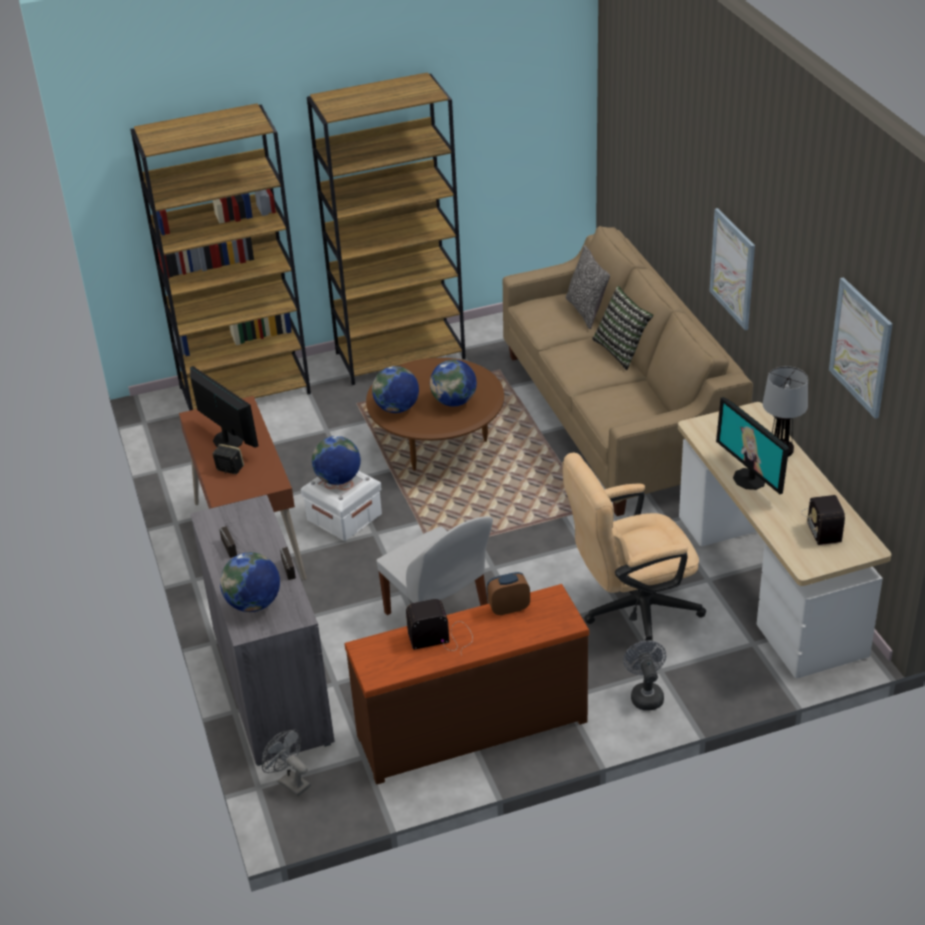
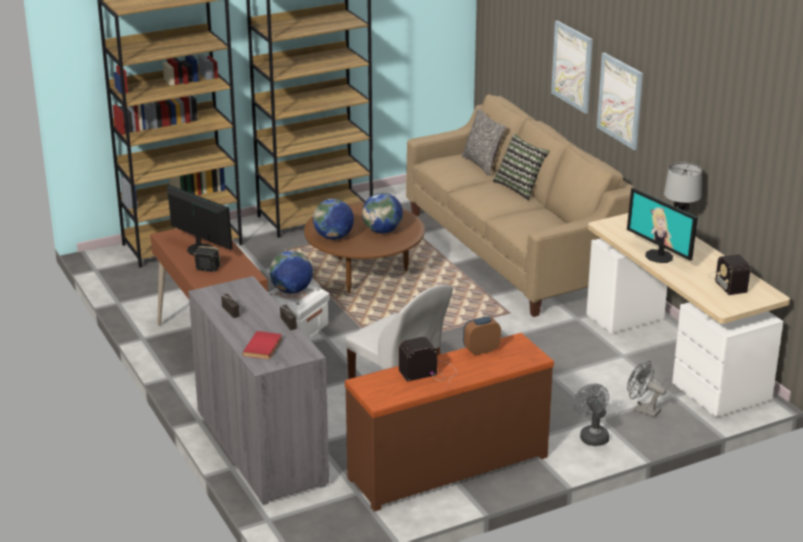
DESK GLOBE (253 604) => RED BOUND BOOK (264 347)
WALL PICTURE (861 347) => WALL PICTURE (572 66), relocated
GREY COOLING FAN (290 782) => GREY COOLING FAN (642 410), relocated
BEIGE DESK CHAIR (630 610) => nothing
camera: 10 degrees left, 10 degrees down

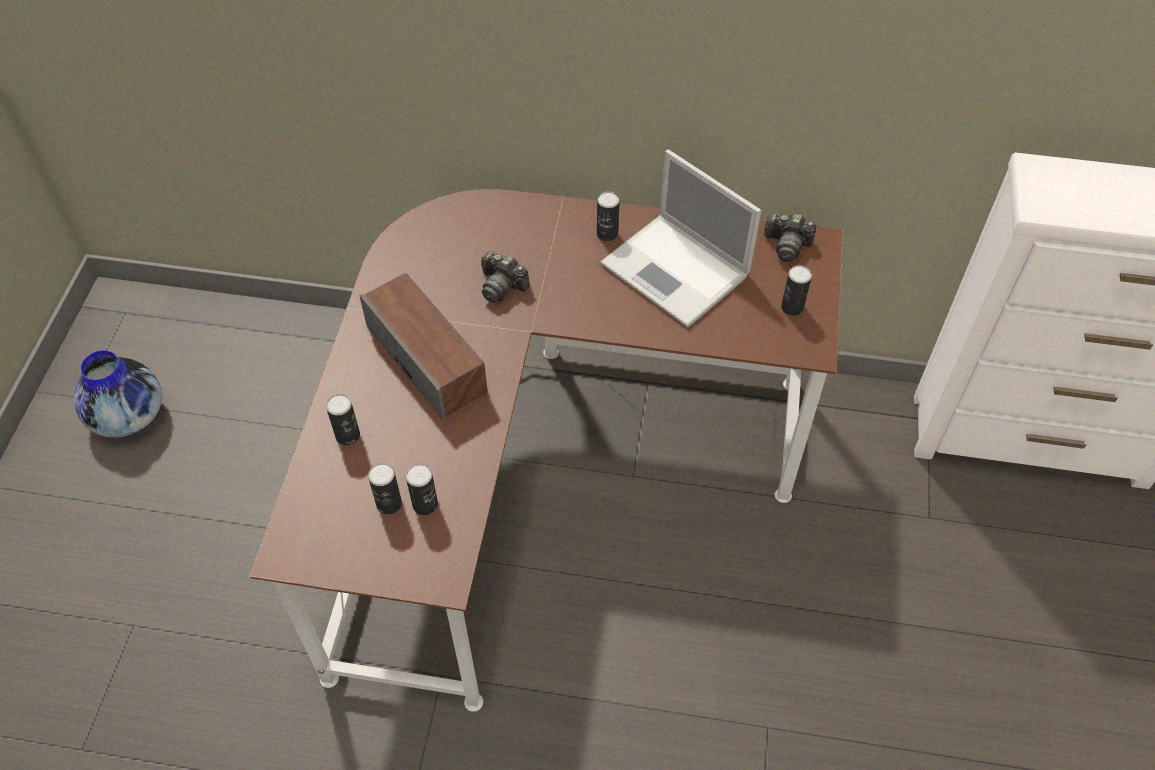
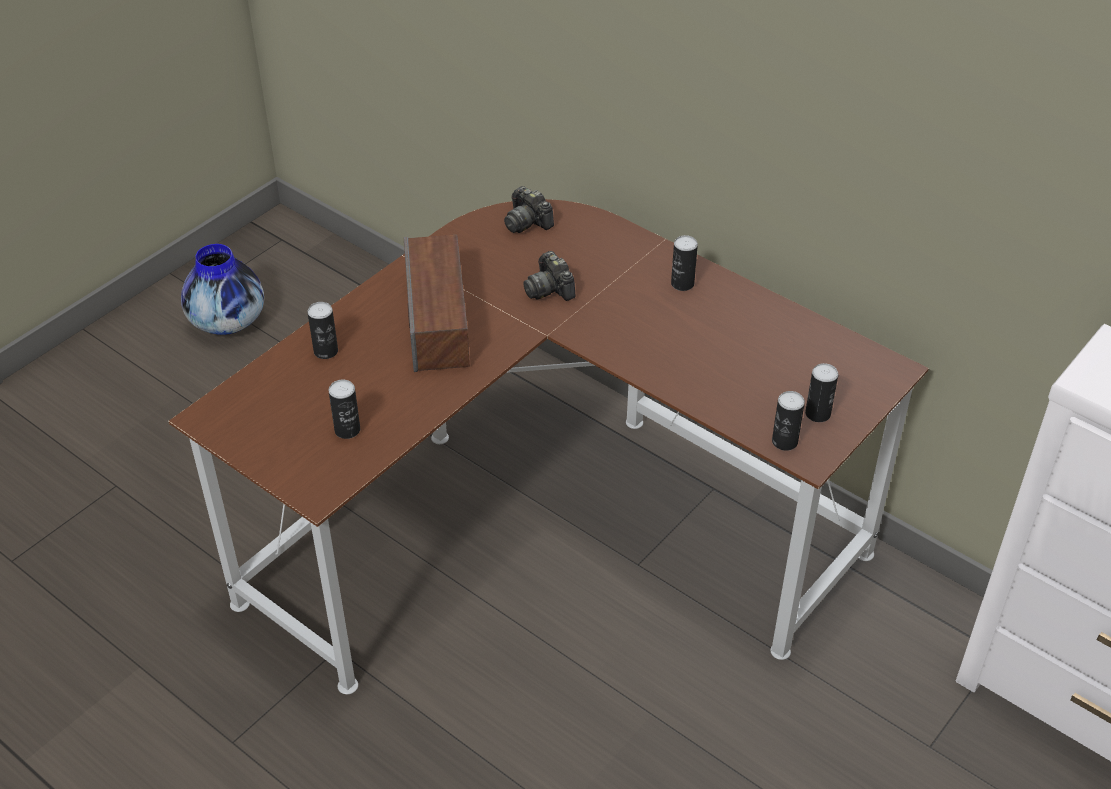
STILL CAMERA (787 245) => STILL CAMERA (527 222), relocated
SEALED CAN (389 503) => SEALED CAN (784 441), relocated
PORTABLE COMPUTER (677 271) => nothing
camera: 30 degrees right, 10 degrees down

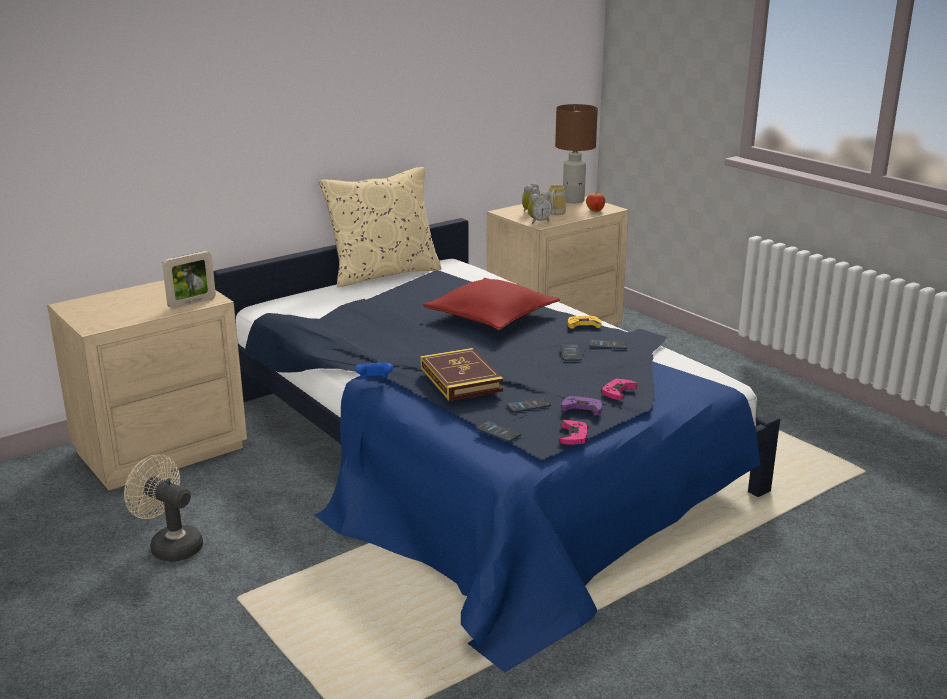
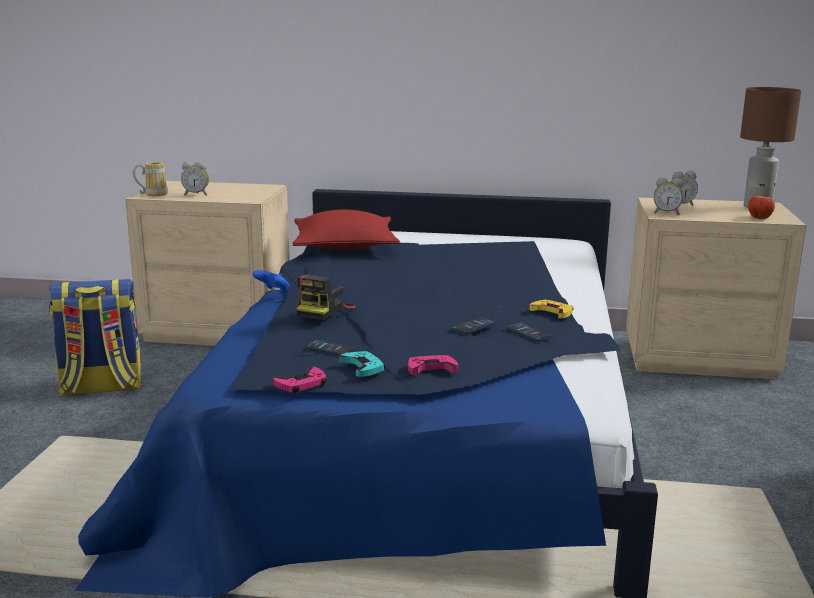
BEIGE COOLING FAN (170 546) => BACKPACK (101 387)
MUG (554 213) => MUG (153 194), relocated
nothing => TABLE CLOCK (196 194)
RED CUSHION (491 317) => RED CUSHION (344 246), relocated
BOUND BOOK (461 379) => STILL CAMERA (324 310)
PURPLISH GAMEPAD (582 408) => TURQUOISE GAMEPAD (363 367)
PICTURE FRAME (192 303) => nothing
BEIGE CUSHION (383 273) => nothing
PHONE (498 432) => nothing
camera: 45 degrees right, 5 degrees down

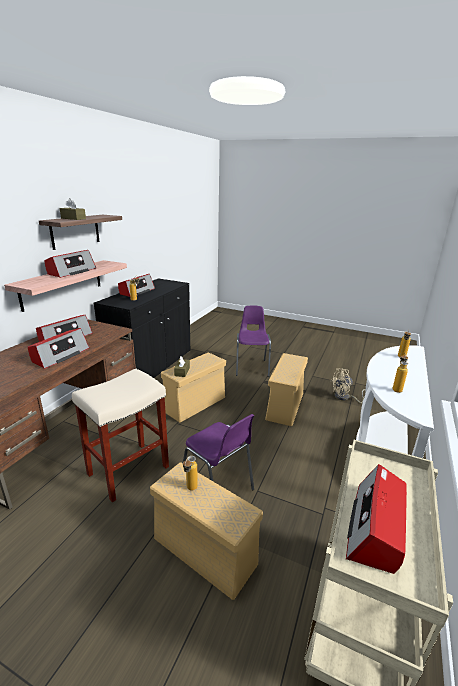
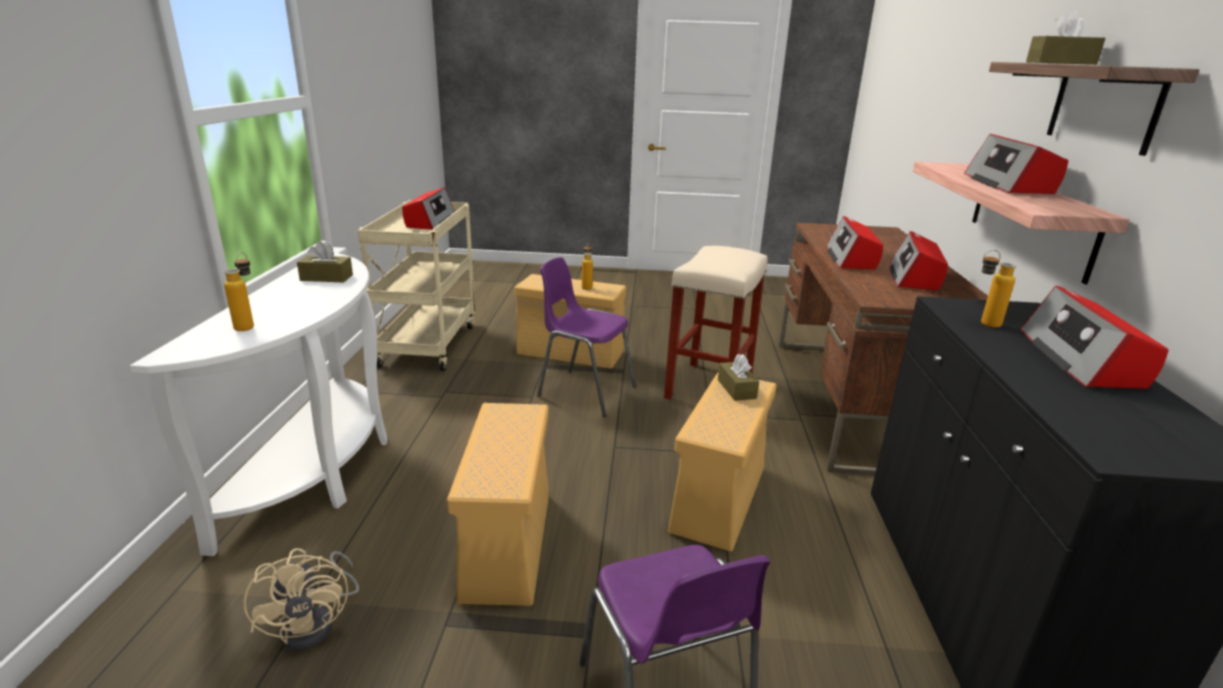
BEIGE COOLING FAN (345 398) => BEIGE COOLING FAN (316 623), 105 degrees clockwise
DRINK BOTTLE (397 388) => BROWNISH TISSUE HOLDER (326 278)
camera: 160 degrees right, 0 degrees up

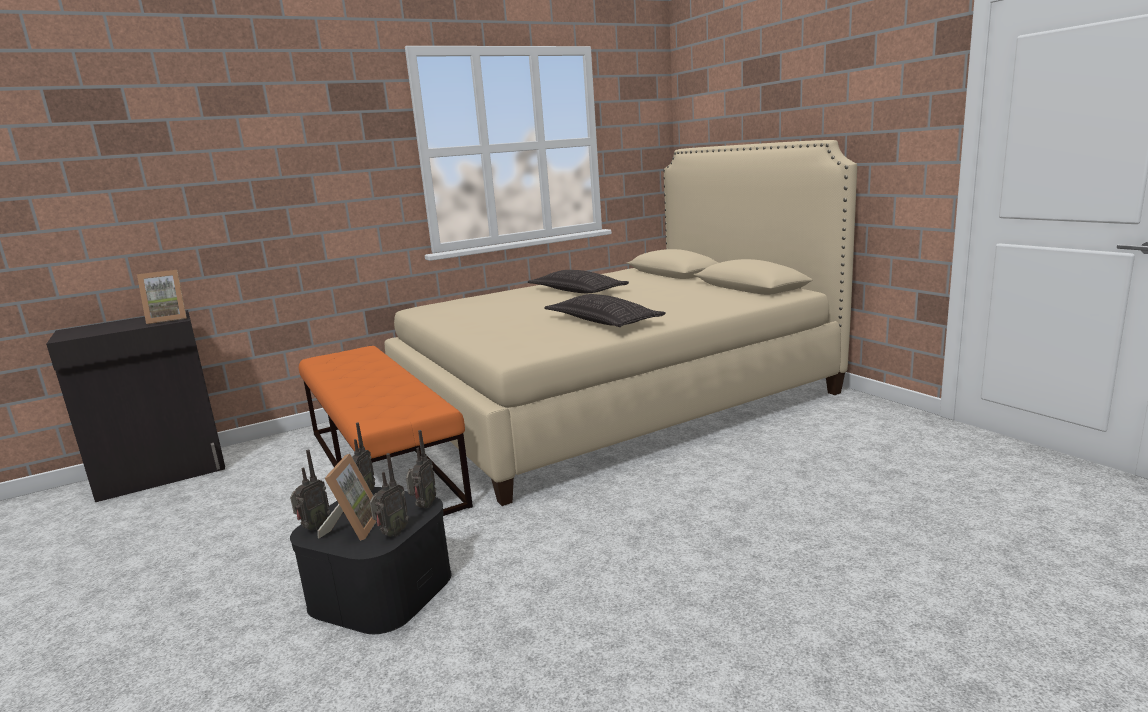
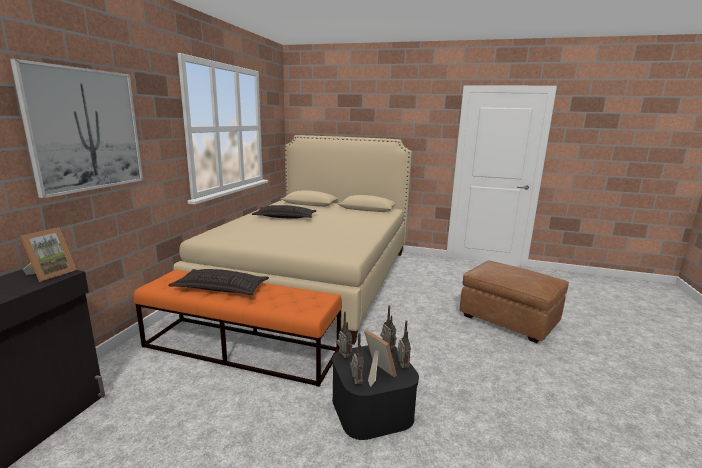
nothing => WALL PICTURE (86 130)
CUSHION (603 321) => CUSHION (221 288), relocated
nothing => BROWNISH FOOTREST (508 319)
camera: 45 degrees left, 0 degrees up

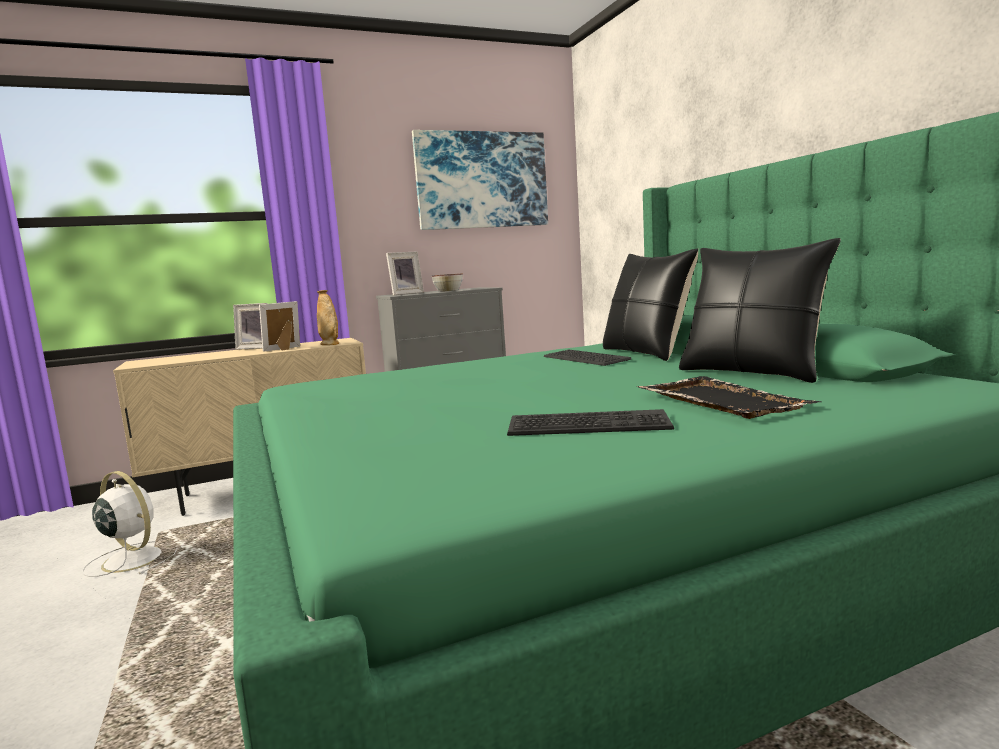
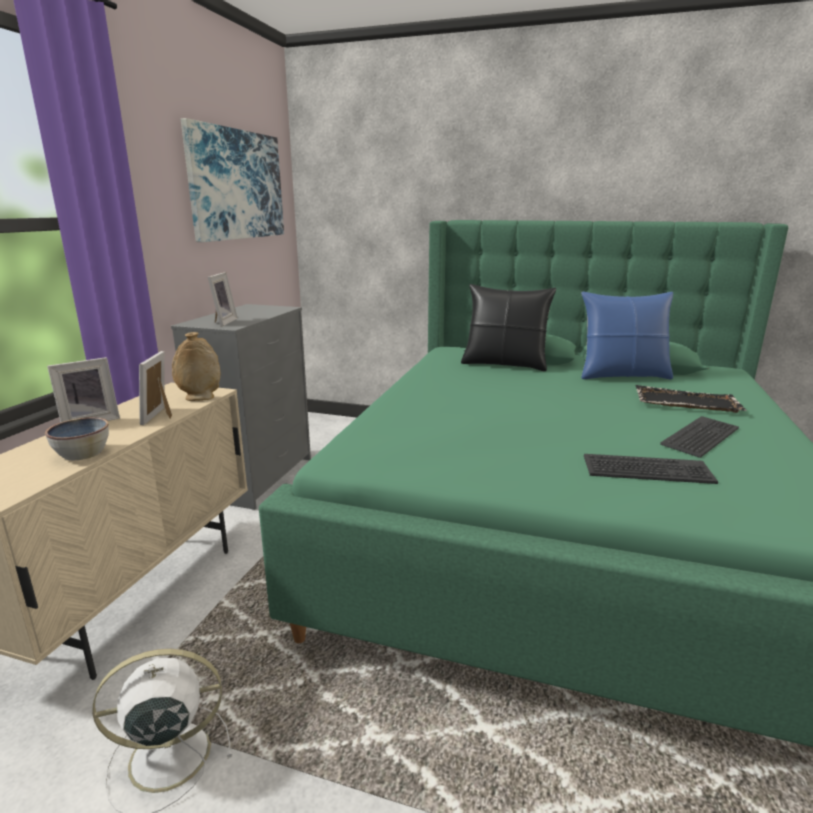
BOWL (448 291) => BOWL (83 453), relocated
BLACK CUSHION (752 372) => BLUISH CUSHION (622 375)
PC KEYBOARD (584 358) => PC KEYBOARD (647 470), relocated
camera: 50 degrees left, 10 degrees up

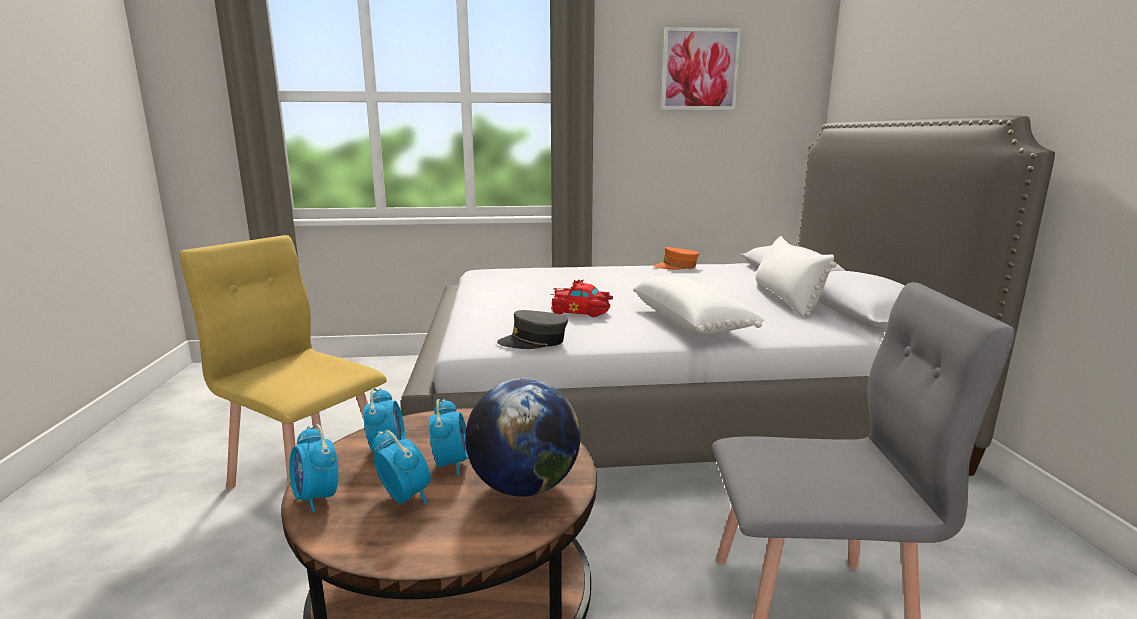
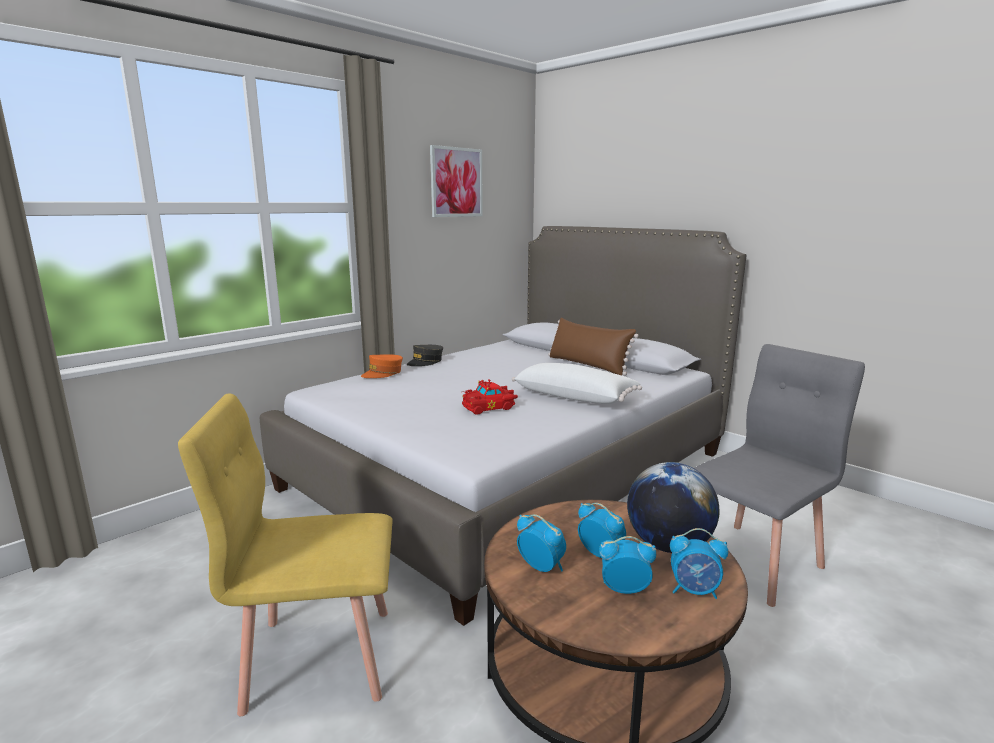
ORANGE-COLOURED PEAKED CAP (676 267) => ORANGE-COLOURED PEAKED CAP (383 373), relocated
GREY PEAKED CAP (534 341) => GREY PEAKED CAP (425 362), relocated
WHITE CUSHION (786 299) => BROWNISH CUSHION (587 365)
TABLE CLOCK (317 498) => TABLE CLOCK (694 591), relocated
camera: 40 degrees left, 0 degrees up

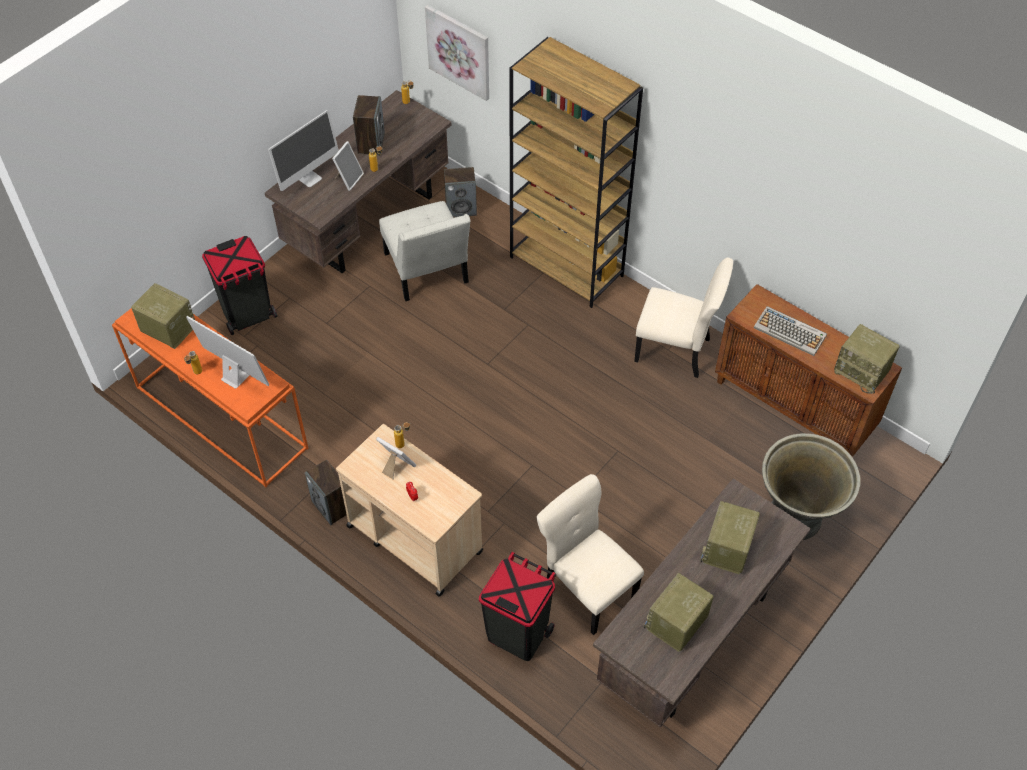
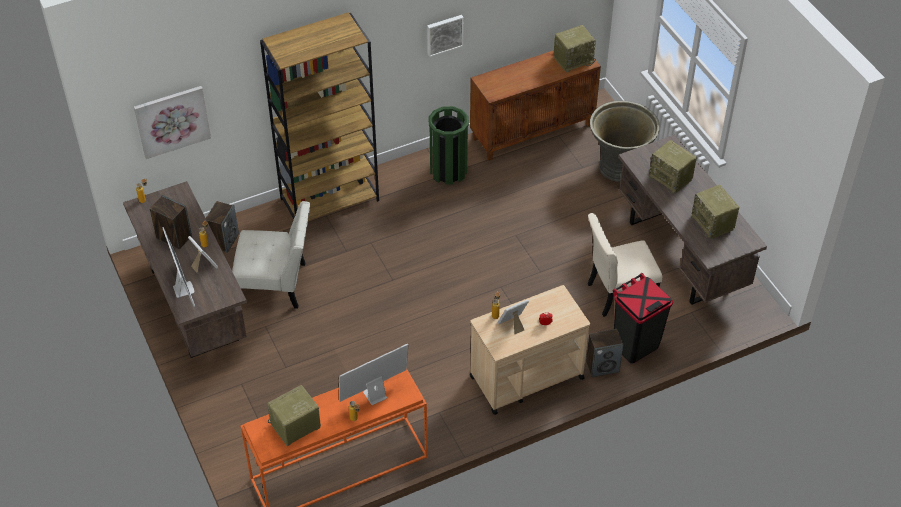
nothing => WALL PICTURE (444 34)
BEIGE PLAIN CHAIR (676 351) => GREEN-COLOURED RUBBISH BIN (448 171)
LOUDSPEAKER (332 507) => LOUDSPEAKER (602 366), relocated
BLACK RUBBISH BIN (248 315) => nothing
PC KEYBOARD (790 332) => nothing
camera: 65 degrees left, 5 degrees down

